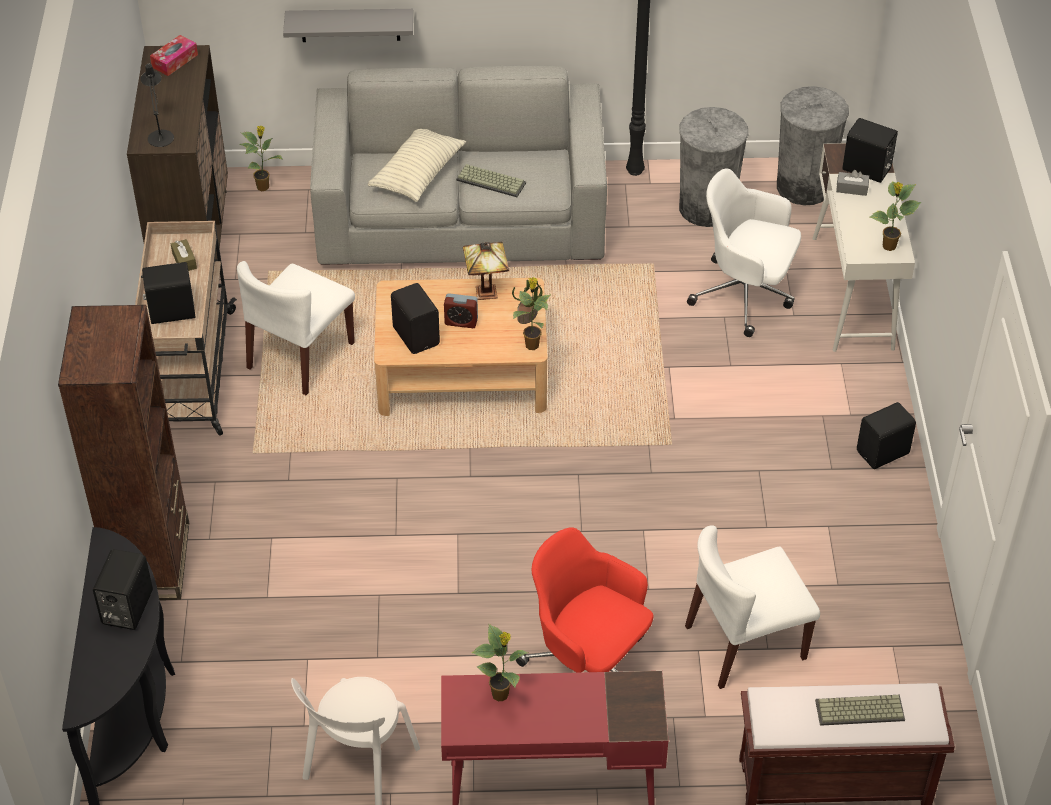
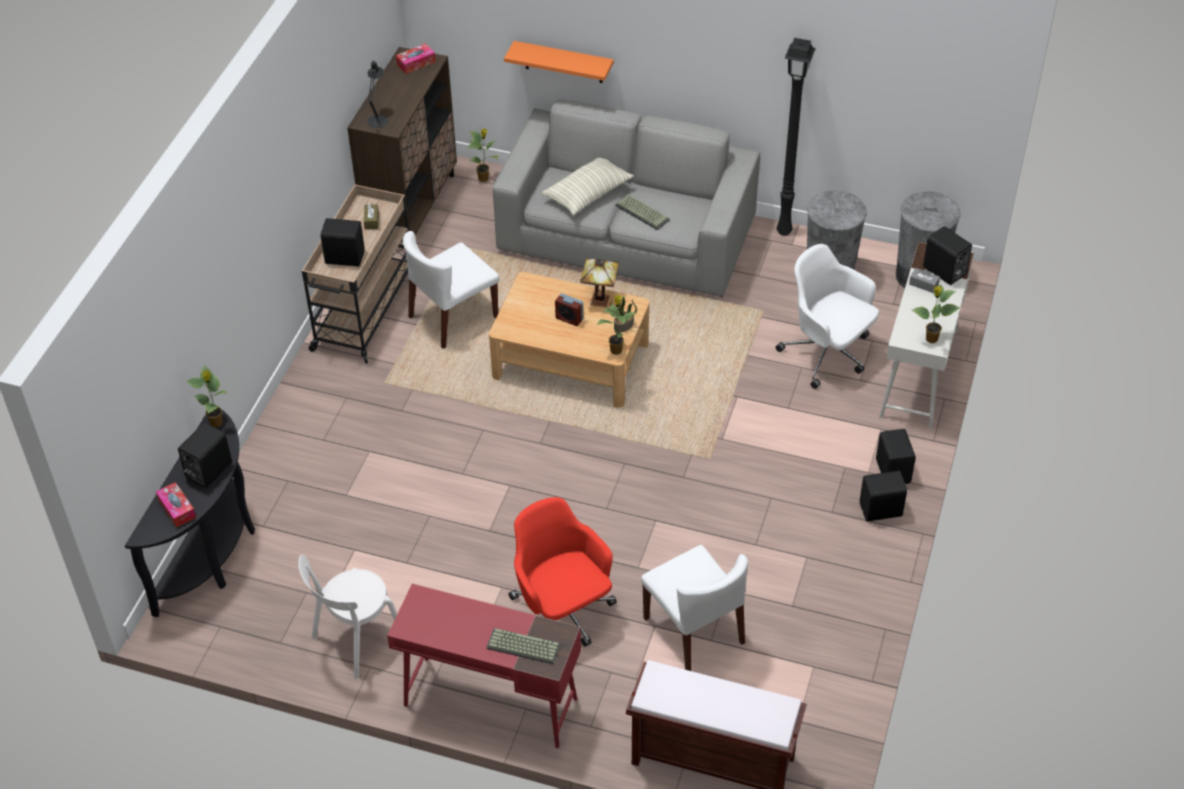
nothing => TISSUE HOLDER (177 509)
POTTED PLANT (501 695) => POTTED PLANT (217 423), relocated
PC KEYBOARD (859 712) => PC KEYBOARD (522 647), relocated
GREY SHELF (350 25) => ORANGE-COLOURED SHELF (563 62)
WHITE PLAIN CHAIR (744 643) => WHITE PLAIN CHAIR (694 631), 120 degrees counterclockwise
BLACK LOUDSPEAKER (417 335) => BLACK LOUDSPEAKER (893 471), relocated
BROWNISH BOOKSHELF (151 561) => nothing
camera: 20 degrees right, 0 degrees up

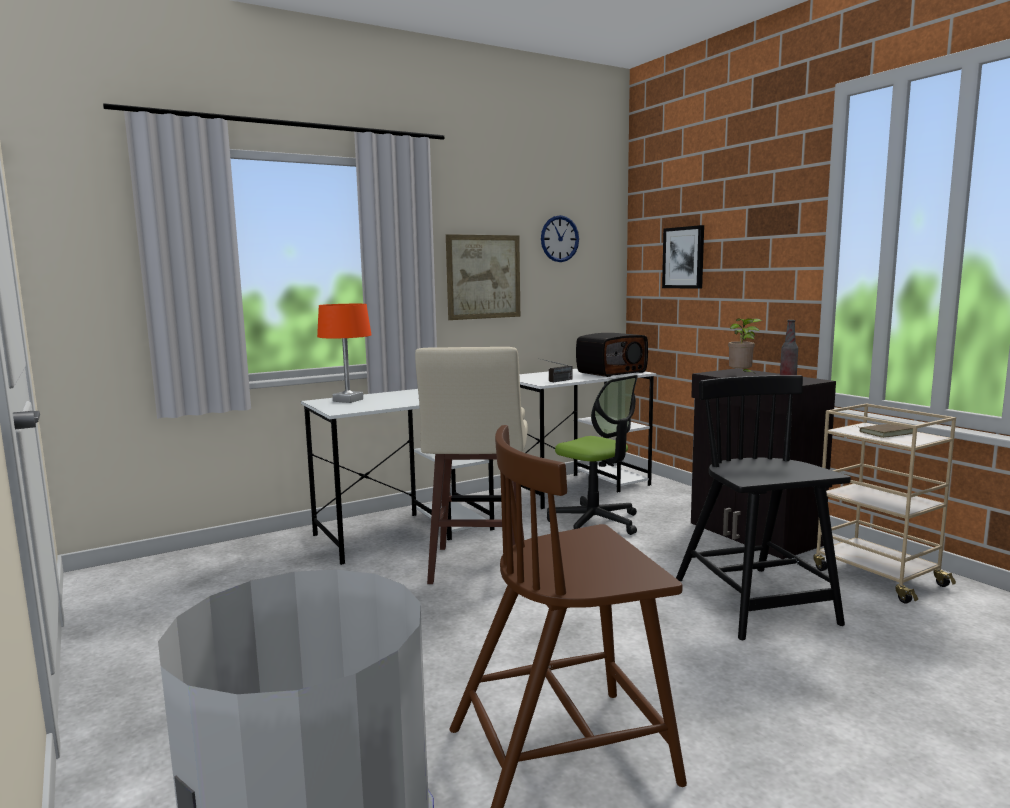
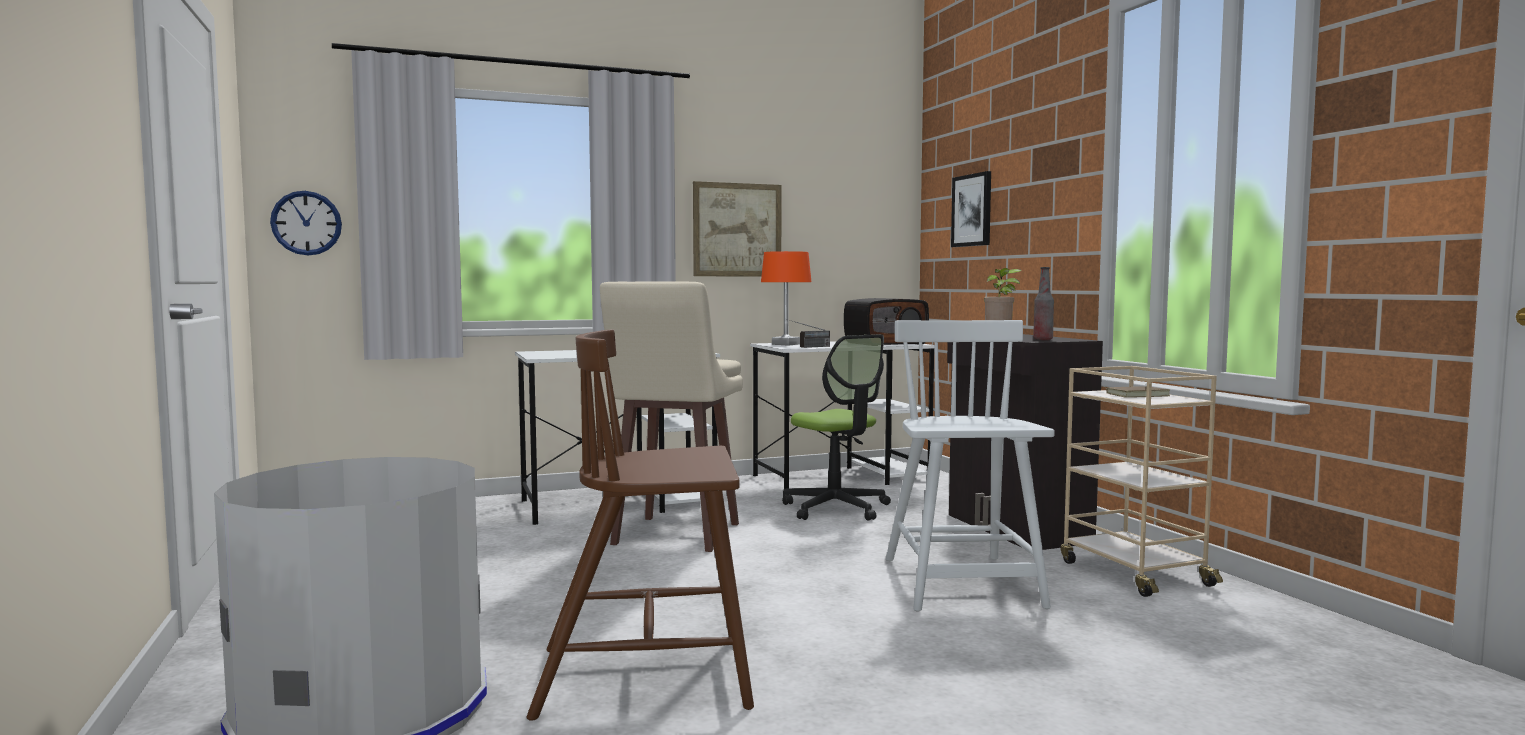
CLOCK ON THE WALL (559 238) => CLOCK ON THE WALL (306 223), relocated
ORANGE-COLOURED TABLE LAMP (347 400) => ORANGE-COLOURED TABLE LAMP (785 344), relocated
BLACK PLAIN CHAIR (755 603) => WHITE PLAIN CHAIR (962 584)
camera: 10 degrees right, 5 degrees down

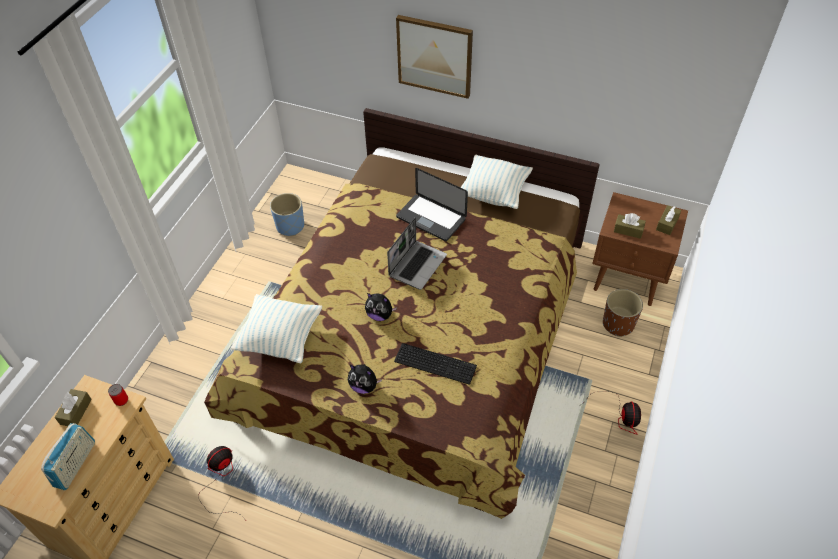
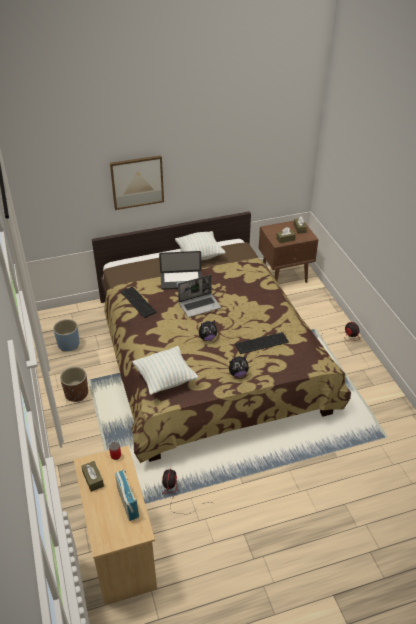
BROWNISH FLOWER POT (618 324) => BROWNISH FLOWER POT (76 393), relocated
nothing => PC KEYBOARD (137 302)
PORTABLE COMPUTER (417 265) => PORTABLE COMPUTER (200 305), 75 degrees clockwise
camera: 40 degrees left, 10 degrees down

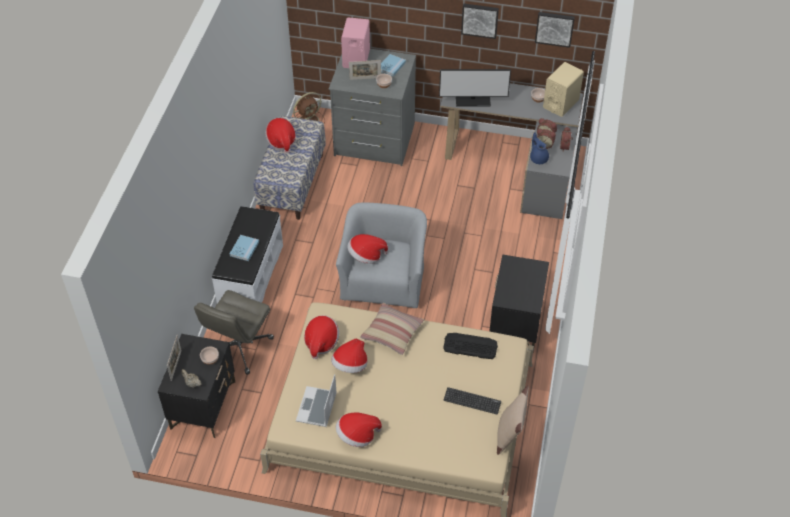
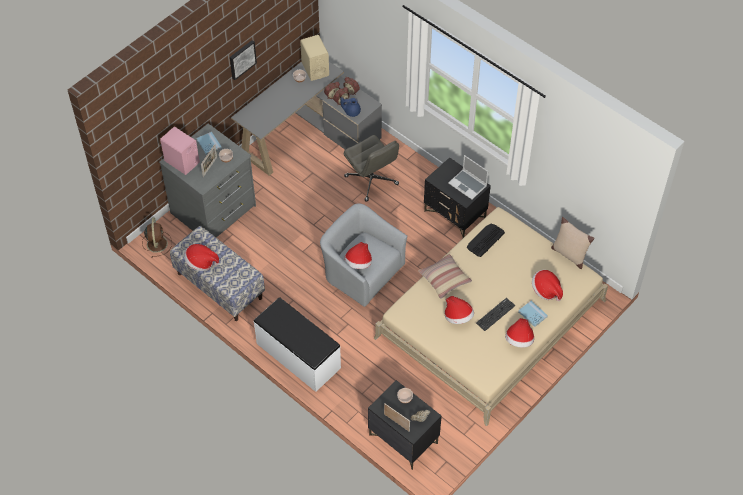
GREY DESK CHAIR (239 348) => GREY DESK CHAIR (372 181), relocated
PORTABLE COMPUTER (317 408) => PORTABLE COMPUTER (468 185), relocated
PC KEYBOARD (472 401) => PC KEYBOARD (495 314), relocated
BLUISH BOUND BOOK (244 249) => BLUISH BOUND BOOK (532 314), relocated
HAT (321 342) => HAT (546 290), relocated
COMPUTER DISPLAY (473 101) => nothing
WALL PICTURE (554 28) => nothing
camera: 60 degrees left, 5 degrees up

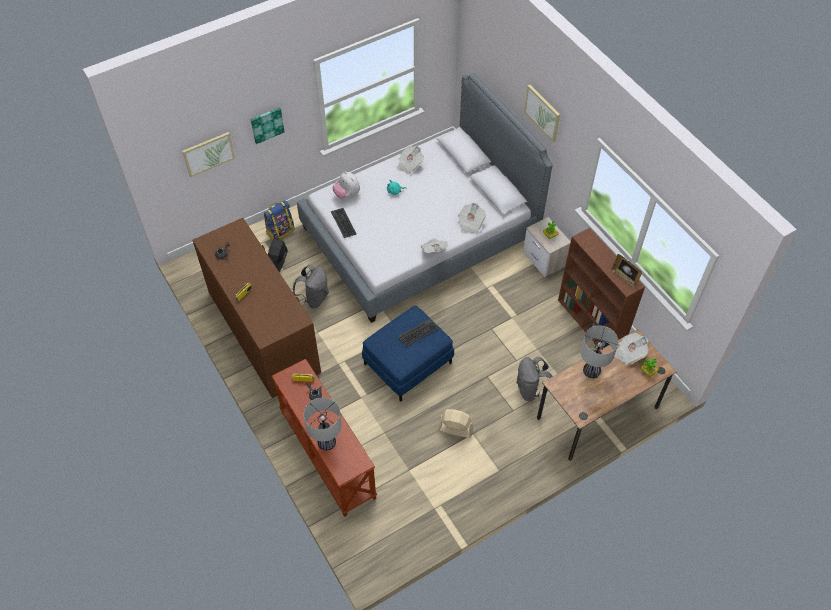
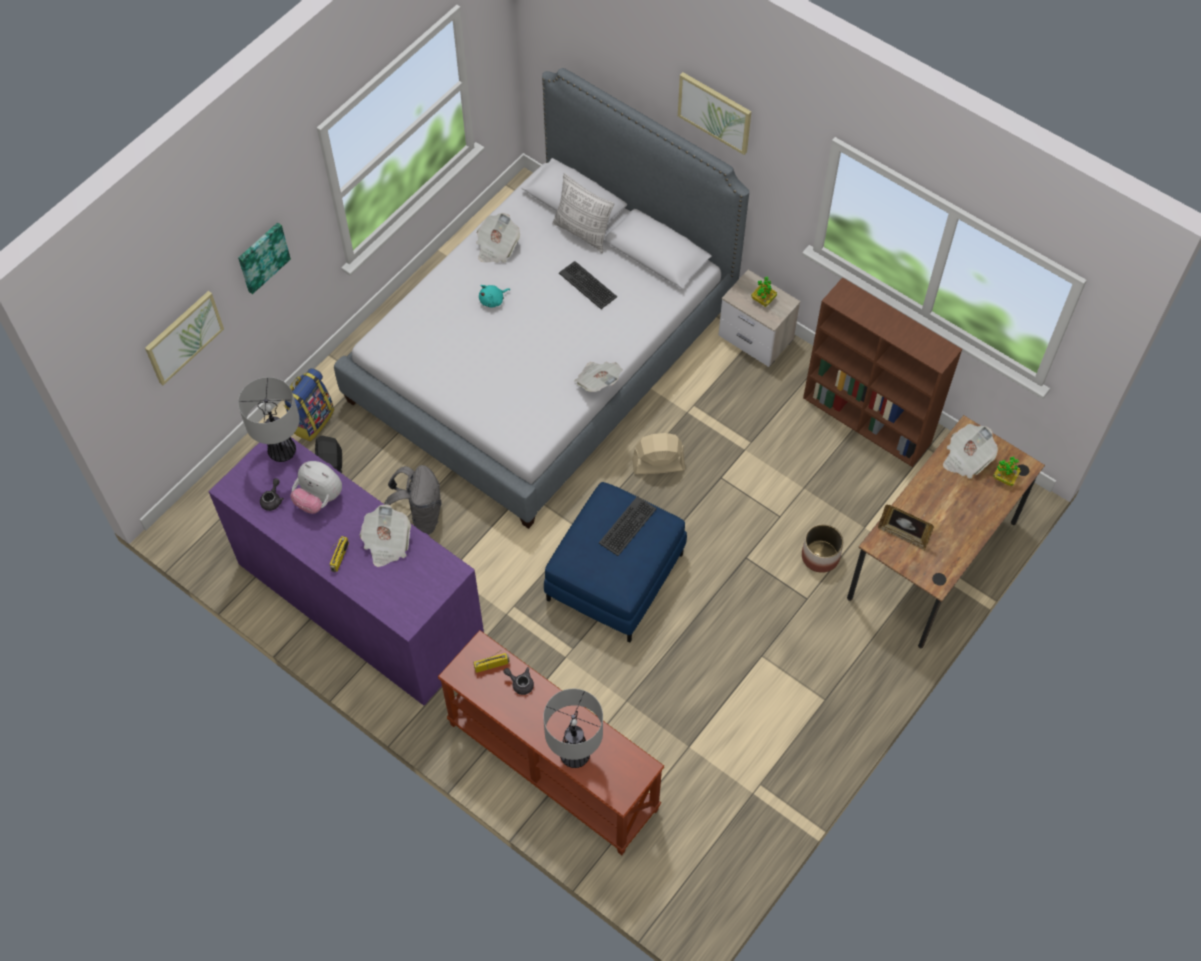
BROWNISH CHEST OF DRAWERS (263 331) => PURPLISH CHEST OF DRAWERS (360 600)
TABLE LAMP (591 372) => TABLE LAMP (282 452), relocated
PLUSH TOY (347 194) => PLUSH TOY (319 498), relocated
NEWSPAPER (470 224) => NEWSPAPER (386 543), relocated
nothing => CUSHION (583 232)
PC KEYBOARD (343 223) => PC KEYBOARD (588 285), relocated
BEIGE COOLING FAN (455 429) => BEIGE COOLING FAN (658 465), relocated
GREY BACKPACK (531 390) => FLOWER POT (820 556)
PICTURE FRAME (624 277) => PICTURE FRAME (903 535), relocated
camera: 20 degrees left, 5 degrees up

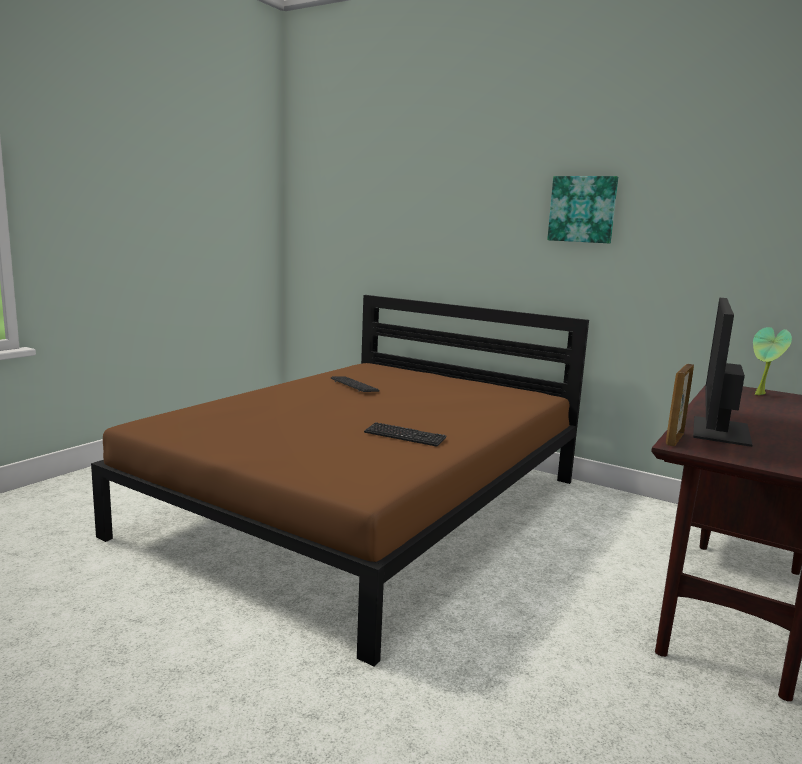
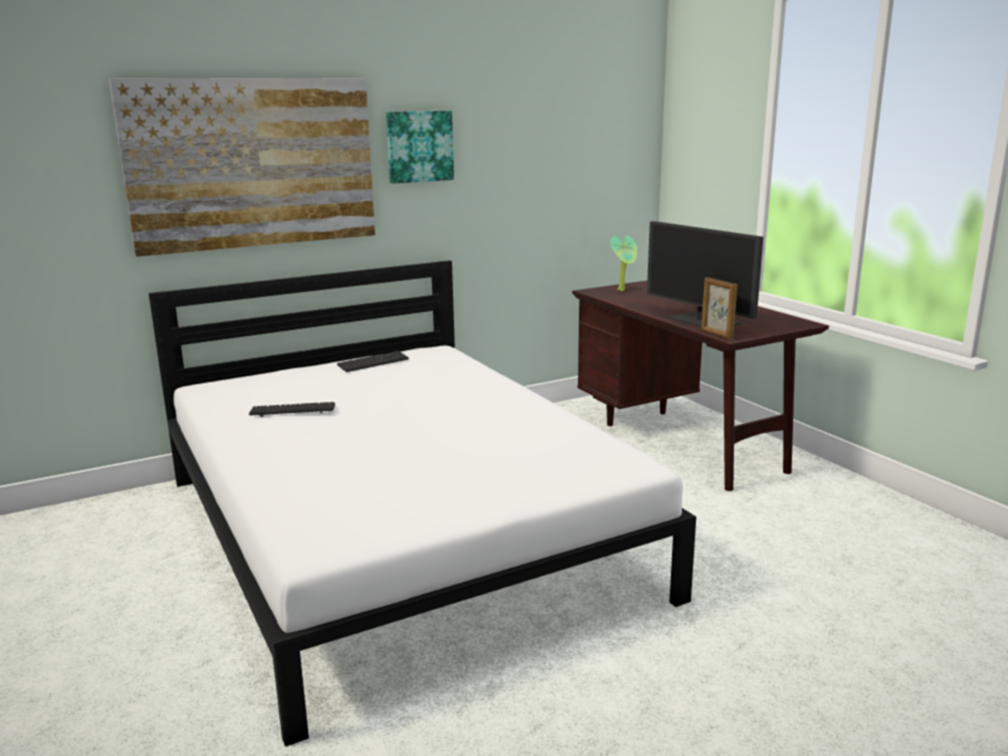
nothing => WALL PICTURE (253 163)
BROWNISH BEDROOM BED (367 506) => WHITE BEDROOM BED (399 534)
PC KEYBOARD (404 436) => PC KEYBOARD (373 363), relocated
camera: 60 degrees left, 5 degrees up

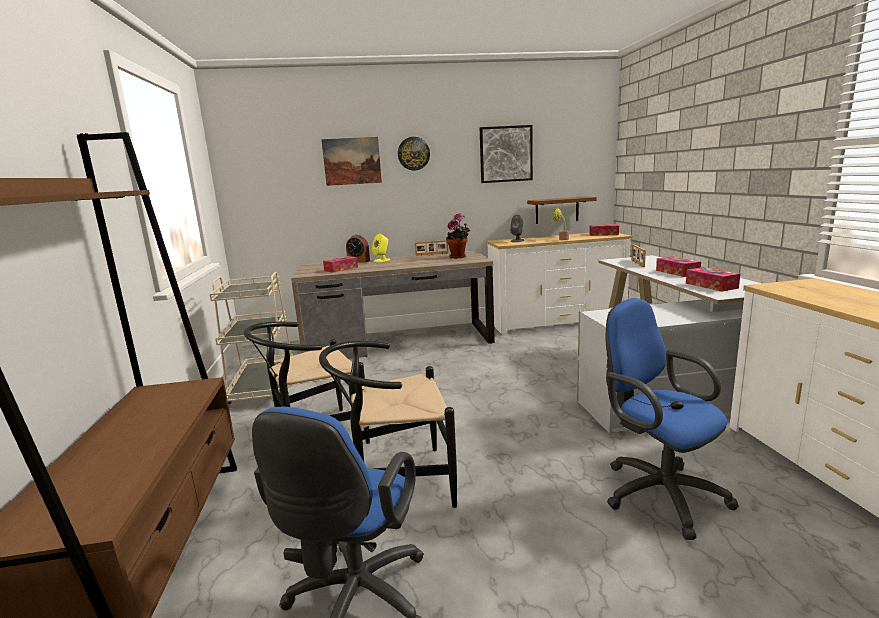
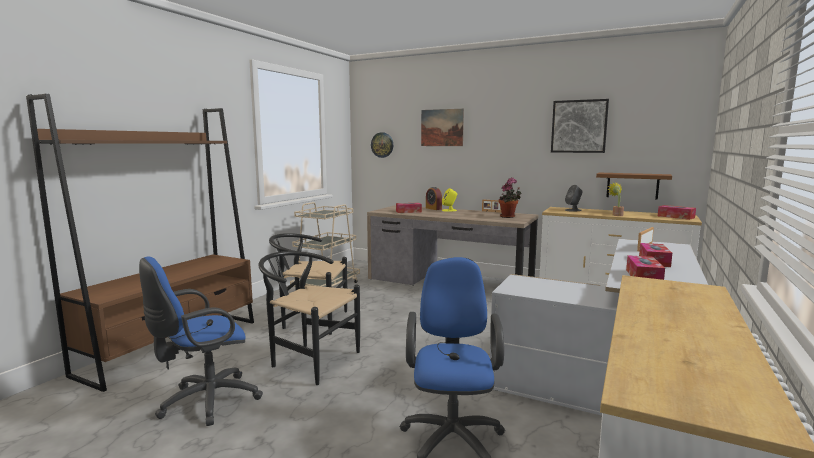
CLOCK ON THE WALL (413 153) => CLOCK ON THE WALL (382 145), relocated
camera: 35 degrees right, 5 degrees down

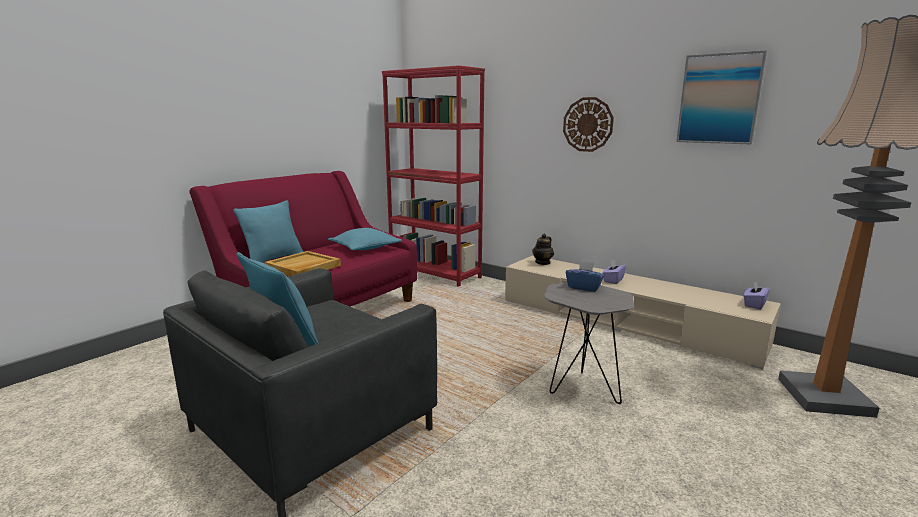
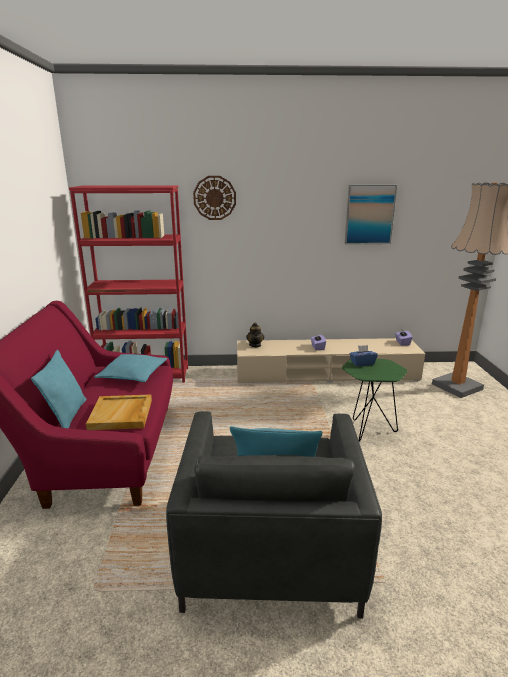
CLOCK ON THE WALL (588 124) => CLOCK ON THE WALL (214 198), relocated
GREY SIDE TABLE (581 388) => GREEN-COLOURED SIDE TABLE (367 430)
camera: 40 degrees left, 5 degrees up

